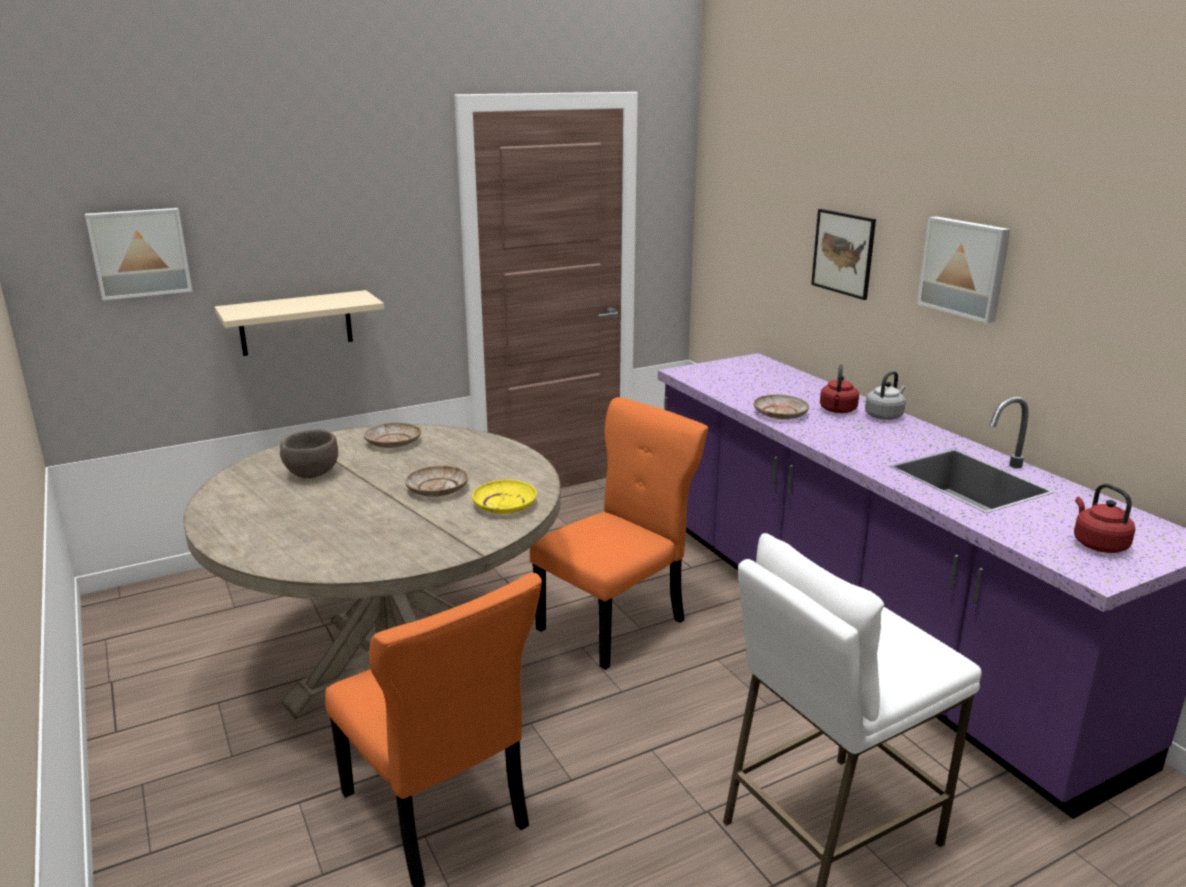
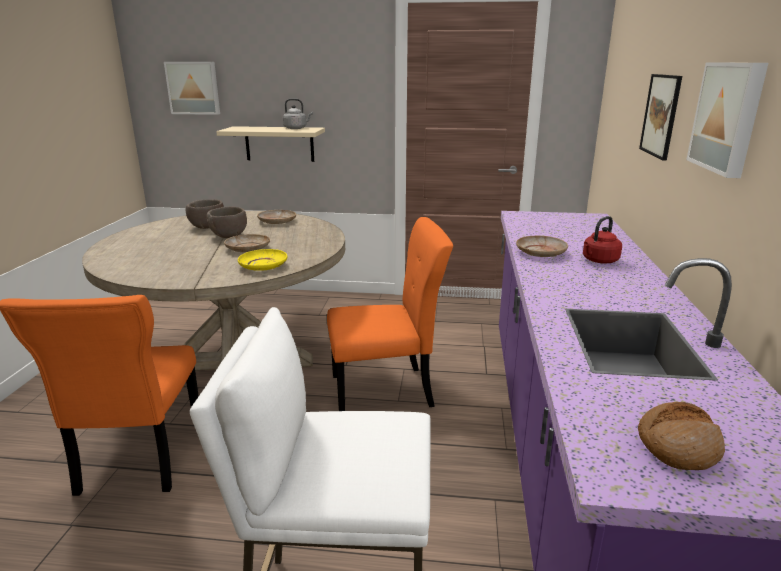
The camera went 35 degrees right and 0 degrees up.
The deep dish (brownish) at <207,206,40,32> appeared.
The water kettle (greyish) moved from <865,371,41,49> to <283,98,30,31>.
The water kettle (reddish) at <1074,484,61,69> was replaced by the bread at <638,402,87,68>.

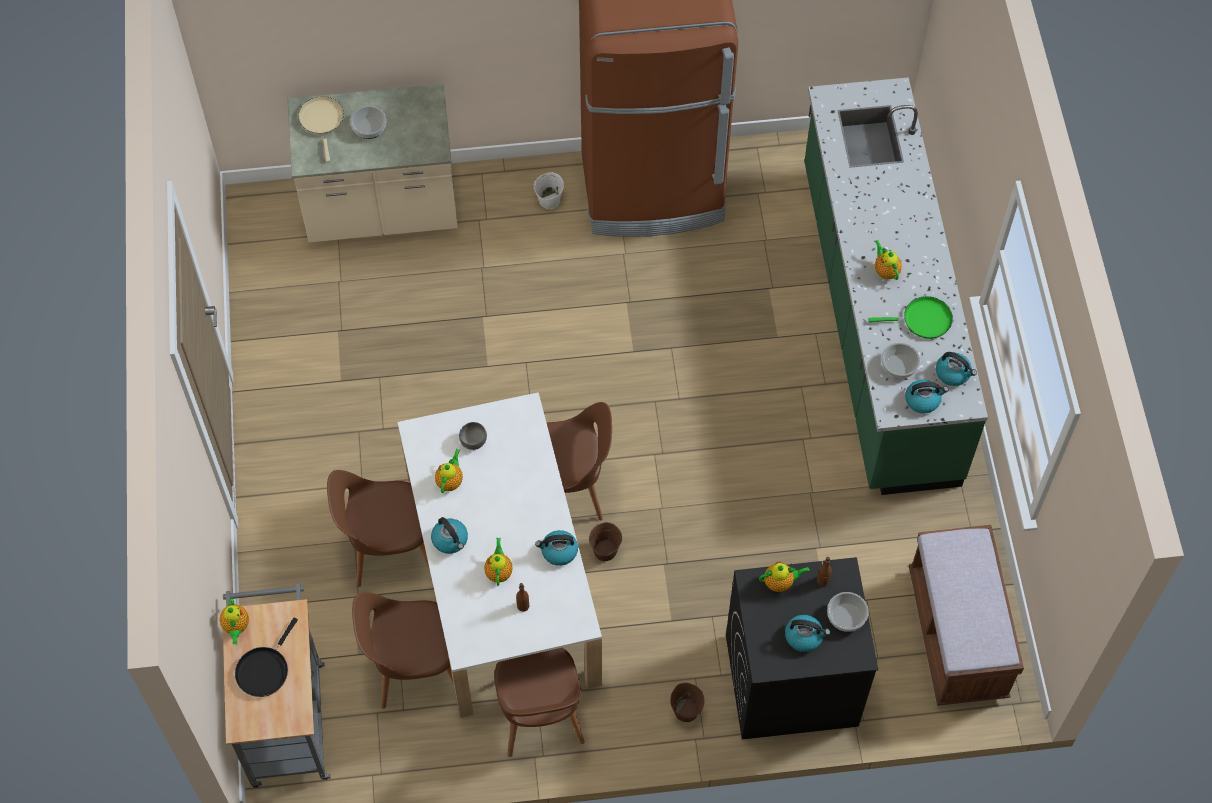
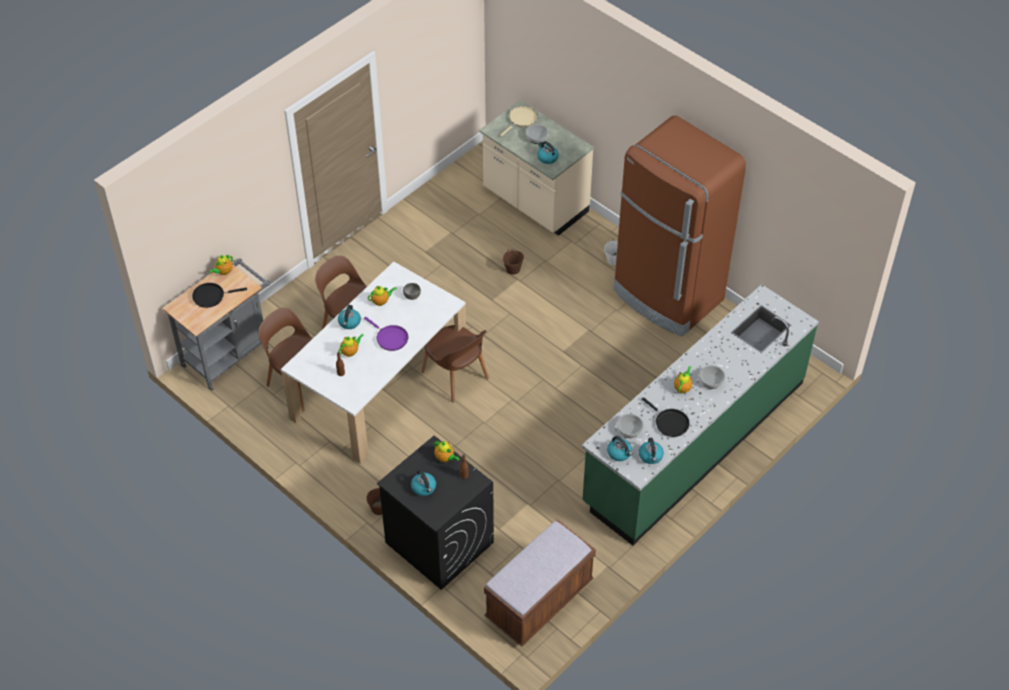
The camera went 50 degrees right and 10 degrees down.
The plain chair (brownish) at <494,648,91,109> disappeared.
The skillet (purple-coloured) at <364,317,44,34> appeared.
The water kettle moved from <535,530,43,36> to <537,141,22,23>.
The pail (brownish) moved from <589,522,33,39> to <503,249,21,26>.
The deep dish moved from <827,592,42,40> to <700,365,25,24>.
The skillet (green) at <868,296,85,43> became the skillet (black-coloured) at <642,397,48,40>.

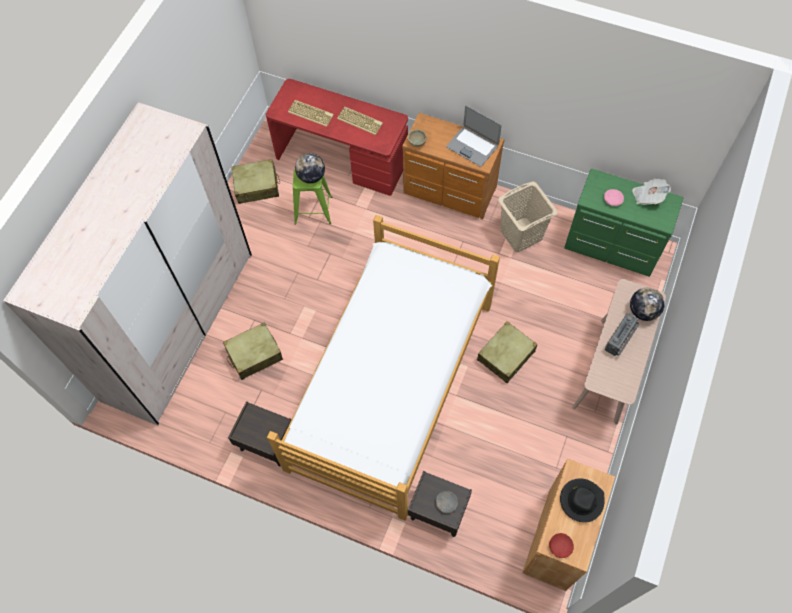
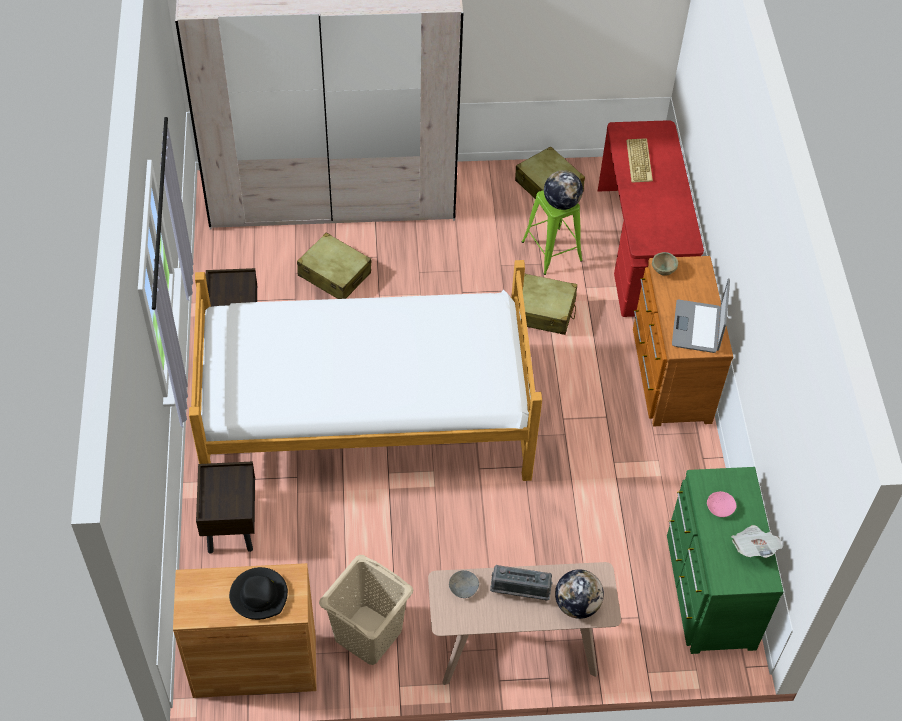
The camera went 60 degrees right and 10 degrees down.
The keyboard at <337,107,46,28> disappeared.
The deep dish (reddish) at <549,533,25,25> disappeared.
The deep dish (greyish) moved from <436,491,22,22> to <449,570,30,28>.
The travel case (beige) moved from <477,321,61,62> to <523,273,54,62>.
The laundry basket (beige) moved from <498,182,60,70> to <319,555,95,110>.

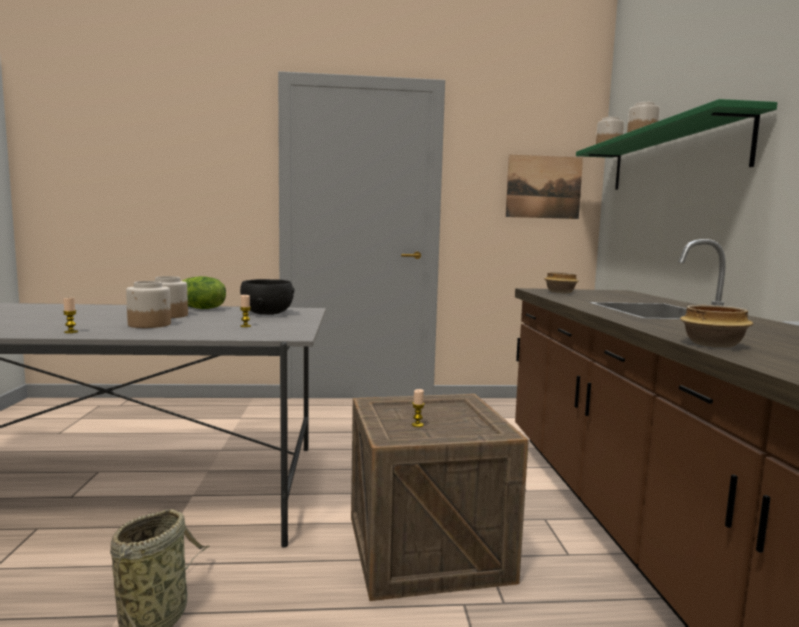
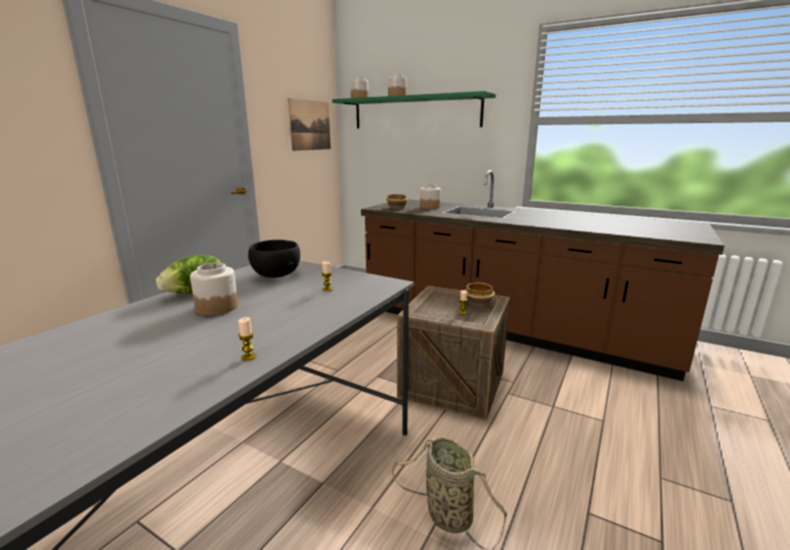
The camera went 55 degrees left and 10 degrees up.
The jar moved from <126,281,45,47> to <420,185,20,24>.
The deep dish moved from <680,305,74,43> to <465,283,30,23>.

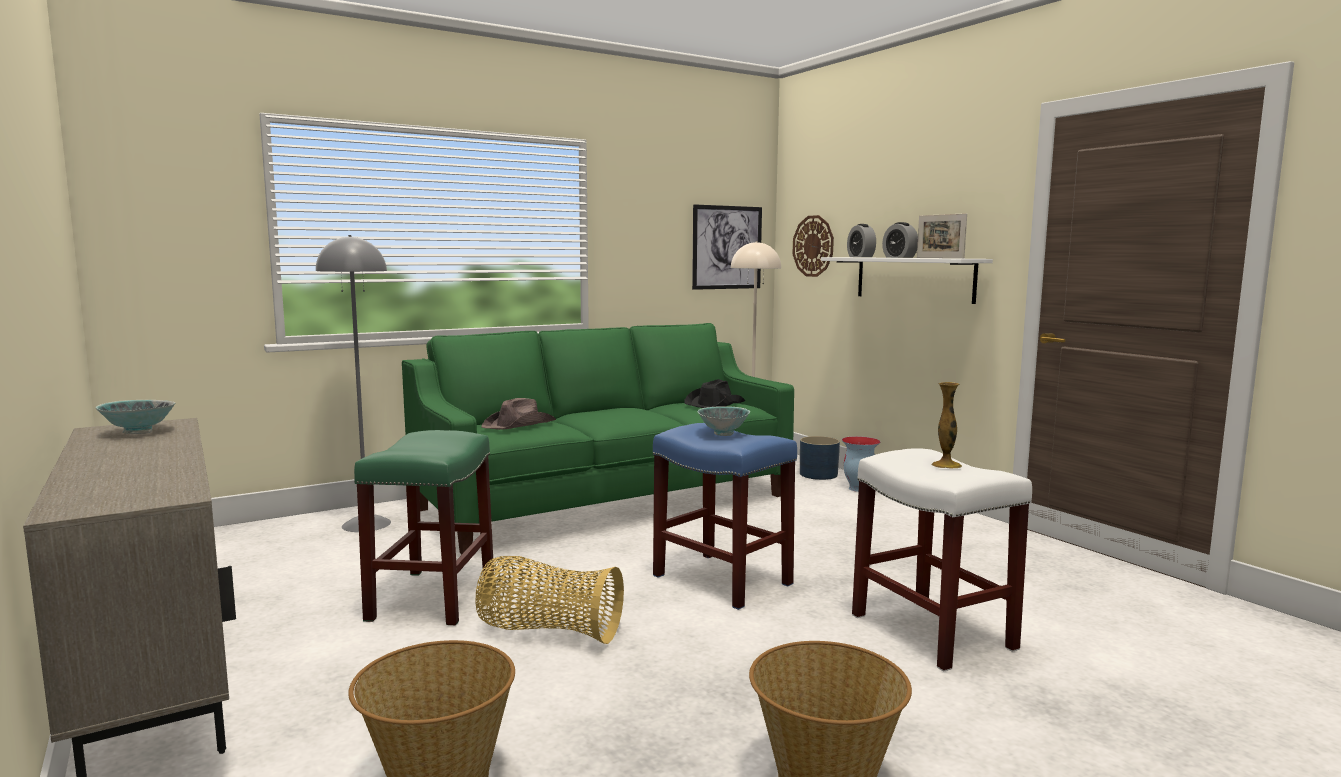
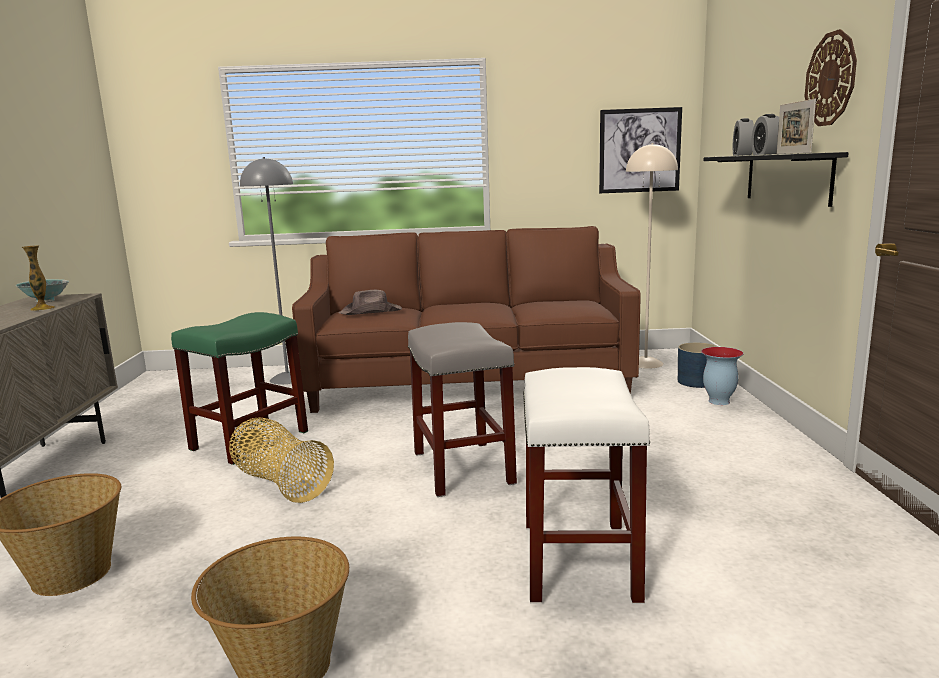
The camera went 30 degrees right and 5 degrees up.
The wearable hat (black-coloured) at <684,379,61,29> disappeared.
The deep dish at <697,406,53,30> disappeared.
The hanging clock moved from <793,215,41,62> to <805,29,52,97>.
The vase moved from <931,382,31,87> to <22,245,33,66>.
The couch (green) at <402,323,392,232> became the couch (brownish) at <292,226,349,187>.
The stool (blue-coloured) at <653,423,144,187> became the stool (greyish) at <408,322,109,175>.
The bracket shelf (white-coloured) at <821,257,172,47> became the bracket shelf (black-coloured) at <704,152,145,55>.

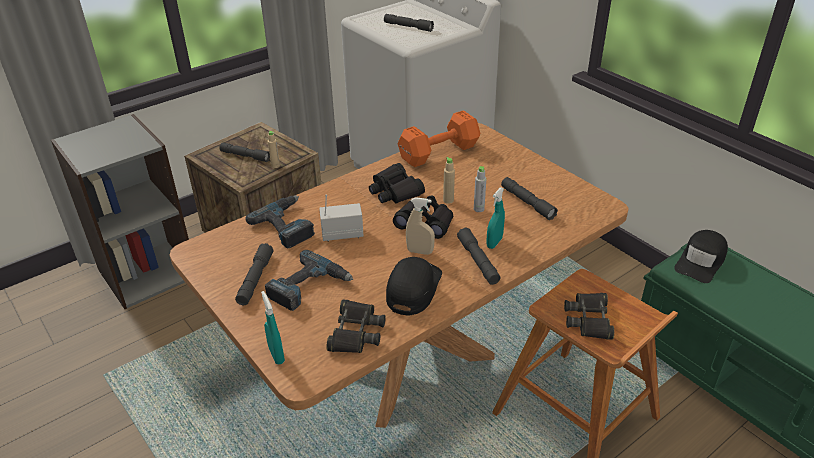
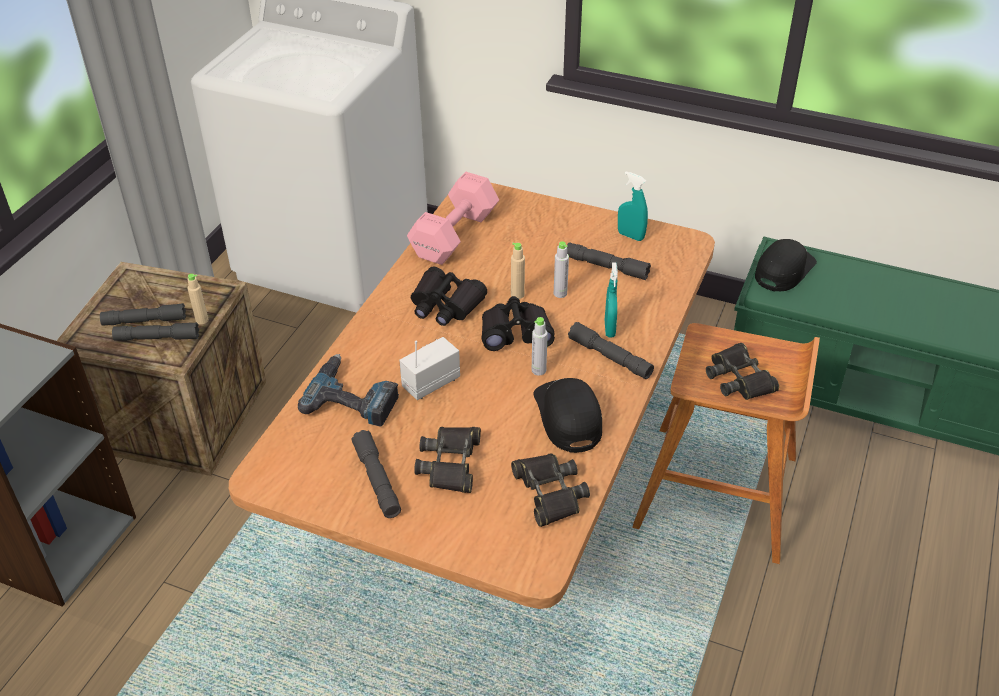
The camera went 30 degrees left and 5 degrees up.
The hand sprayer (turquoise) moved from <261,291,24,74> to <618,171,30,70>.
The flashlight (greyish) moved from <384,14,50,18> to <112,322,87,19>.
The drill at <265,250,88,61> was replaced by the field glasses (black-coloured) at <414,427,67,66>.
The hand sprayer (beige) at <406,197,29,58> was replaced by the bottle (greyish) at <532,317,16,58>.
The free weight (orange) at <398,110,82,57> became the free weight (pink-coloured) at <407,172,92,93>.
The baseball cap (black-coloured) at <674,230,54,53> turned 150 degrees counterclockwise.

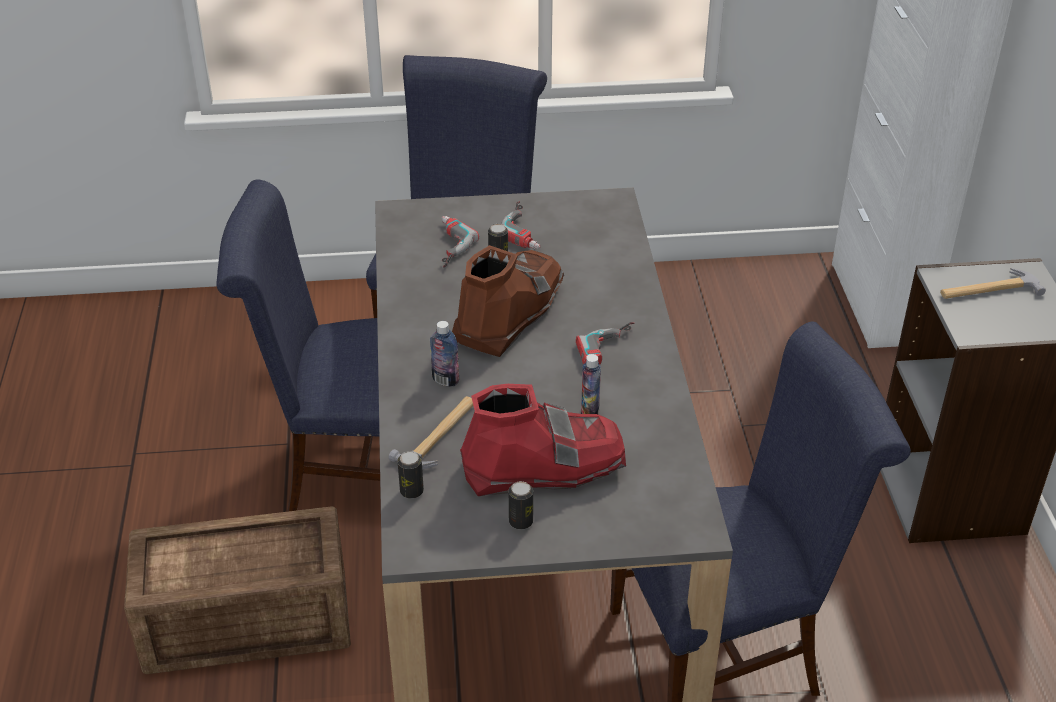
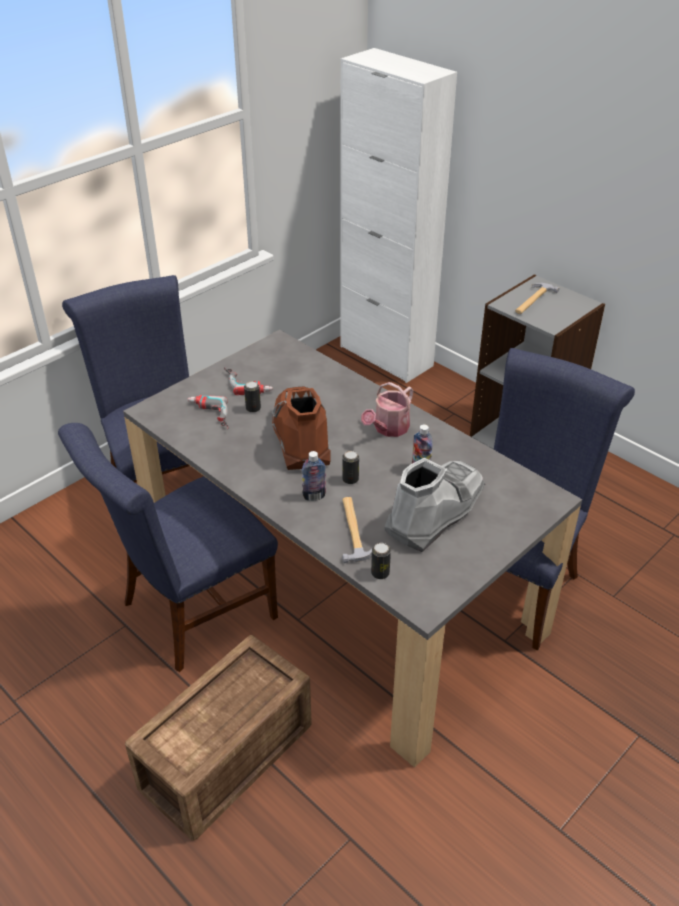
The camera went 40 degrees left and 0 degrees up.
The can moved from <509,481,24,49> to <342,451,17,33>.
The drill at <576,322,59,43> was replaced by the watering pot at <361,382,52,55>.
The boot (reddish) at <460,384,166,112> became the boot (greyish) at <384,458,101,94>.

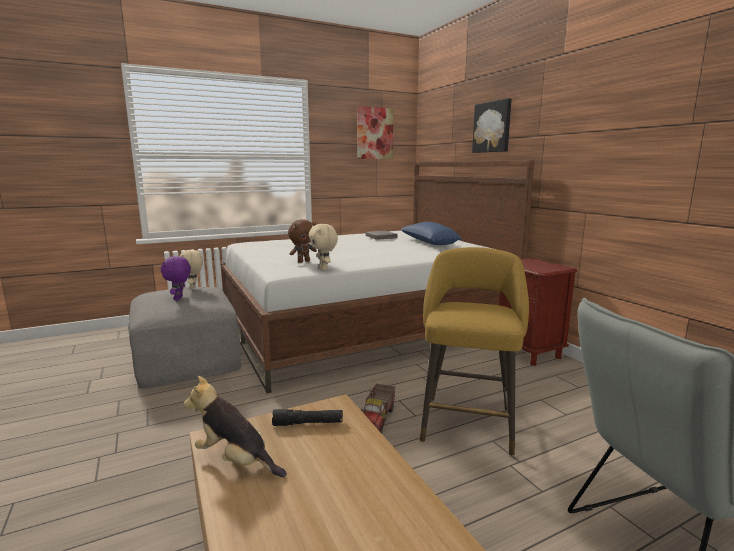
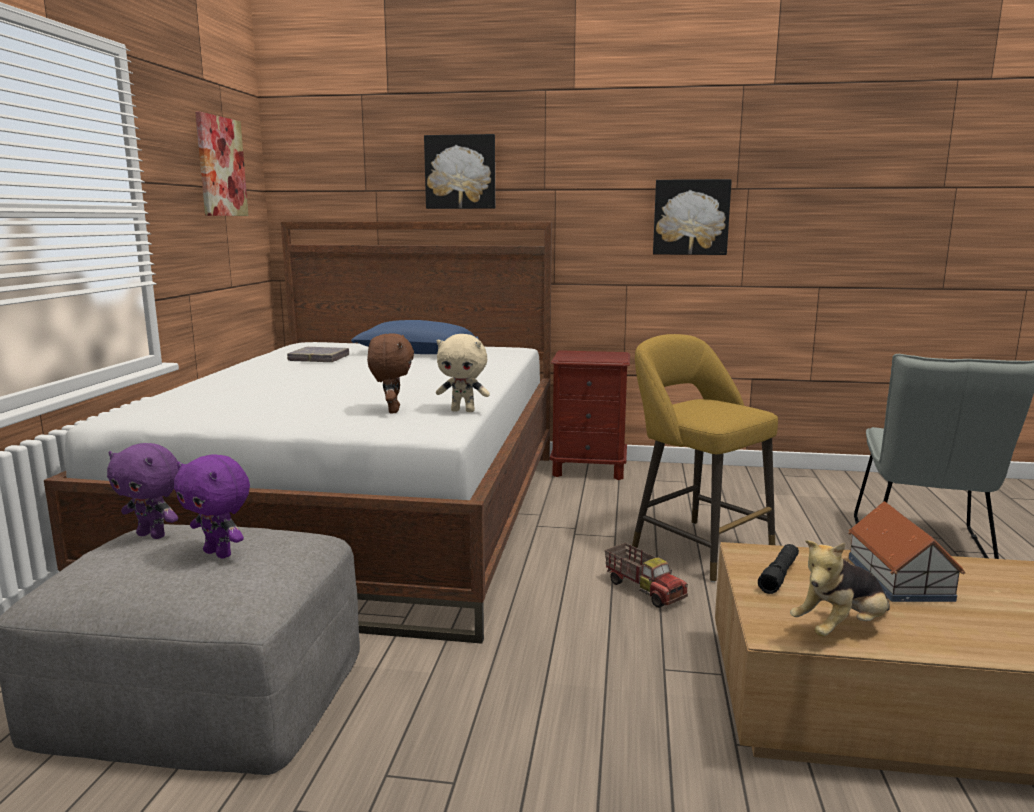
The camera went 55 degrees left and 0 degrees up.
The picture at <653,179,79,76> appeared.
The miniature house at <848,501,117,101> appeared.
The soft toy (beige) at <180,250,23,40> became the soft toy (purple-coloured) at <107,443,71,96>.

